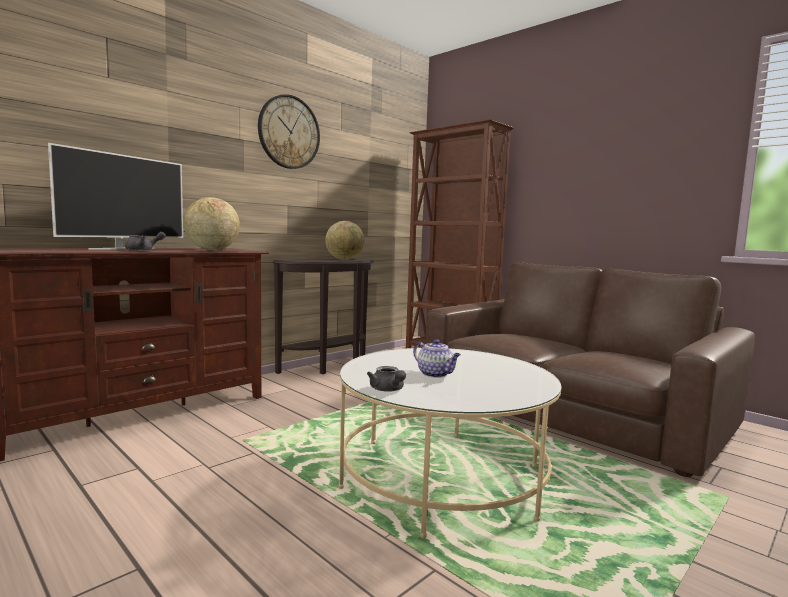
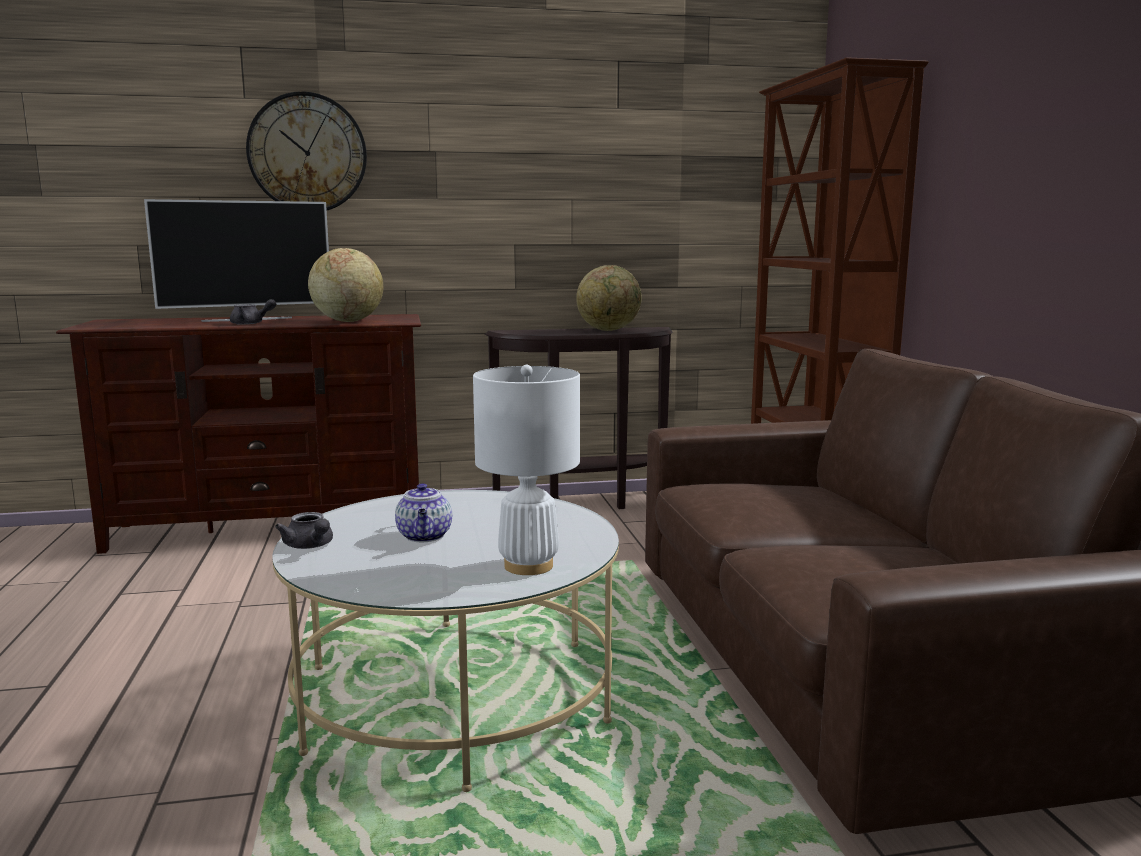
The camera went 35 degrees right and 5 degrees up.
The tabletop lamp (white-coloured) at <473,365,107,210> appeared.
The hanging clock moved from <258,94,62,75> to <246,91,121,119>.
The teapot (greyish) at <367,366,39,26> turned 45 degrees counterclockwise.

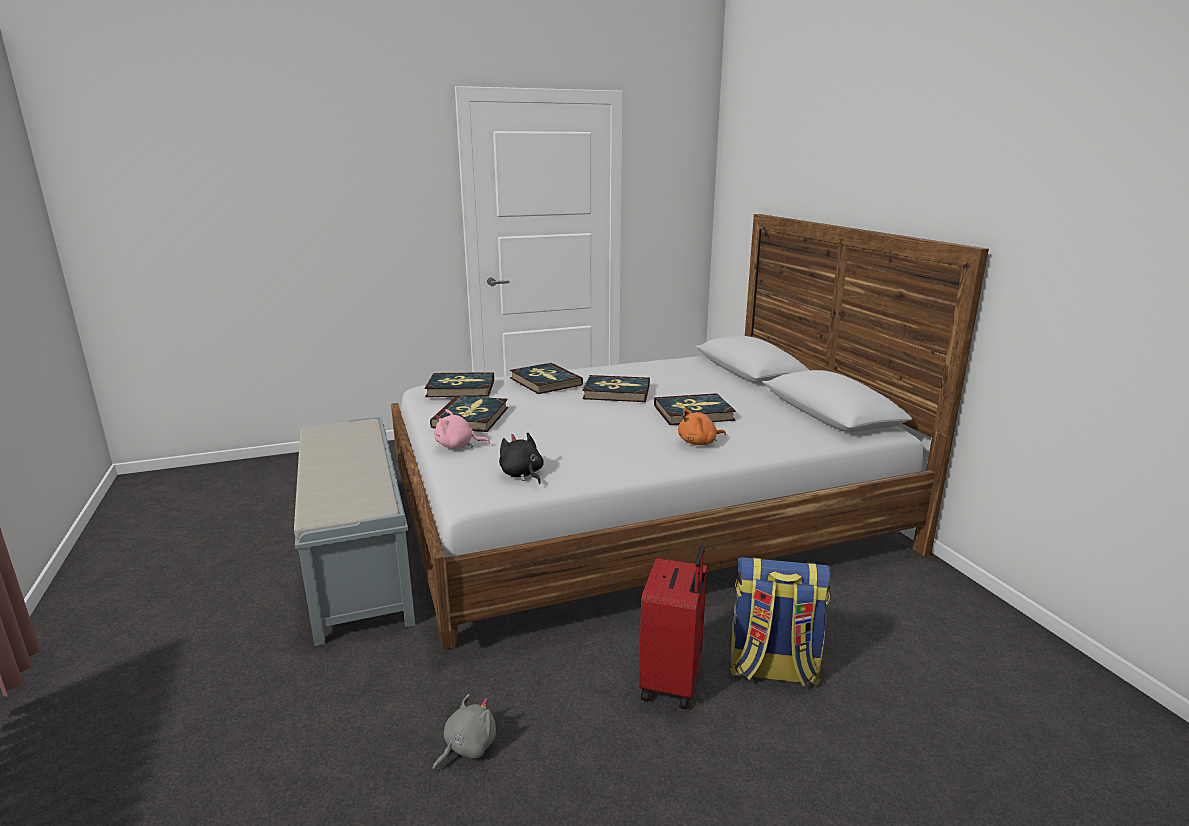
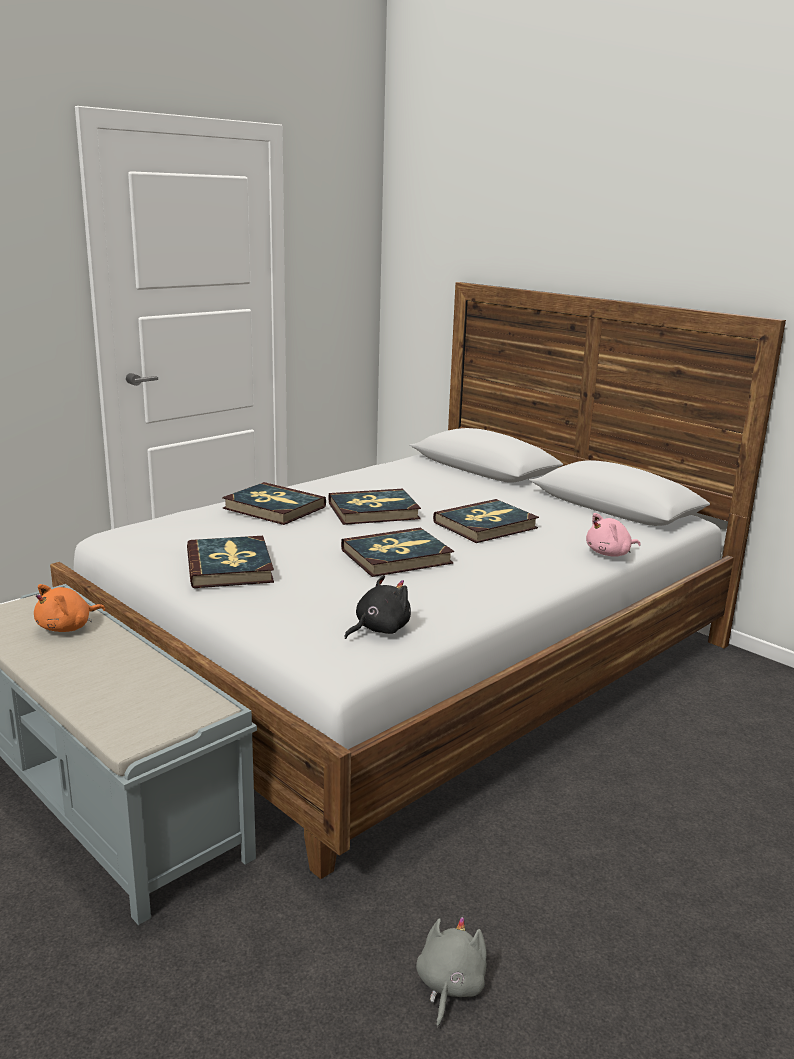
The camera went 25 degrees left and 0 degrees up.
The travel case (reddish) at <639,545,68,165> disappeared.
The backpack at <730,557,101,129> disappeared.
The book moved from <425,372,69,25> to <341,528,113,49>.
The soft toy (pink-coloured) moved from <434,409,56,40> to <586,513,55,44>.
The soft toy (orange) moved from <678,408,48,37> to <34,584,71,48>.
The soft toy (black-coloured) at <499,432,45,52> turned 105 degrees clockwise.

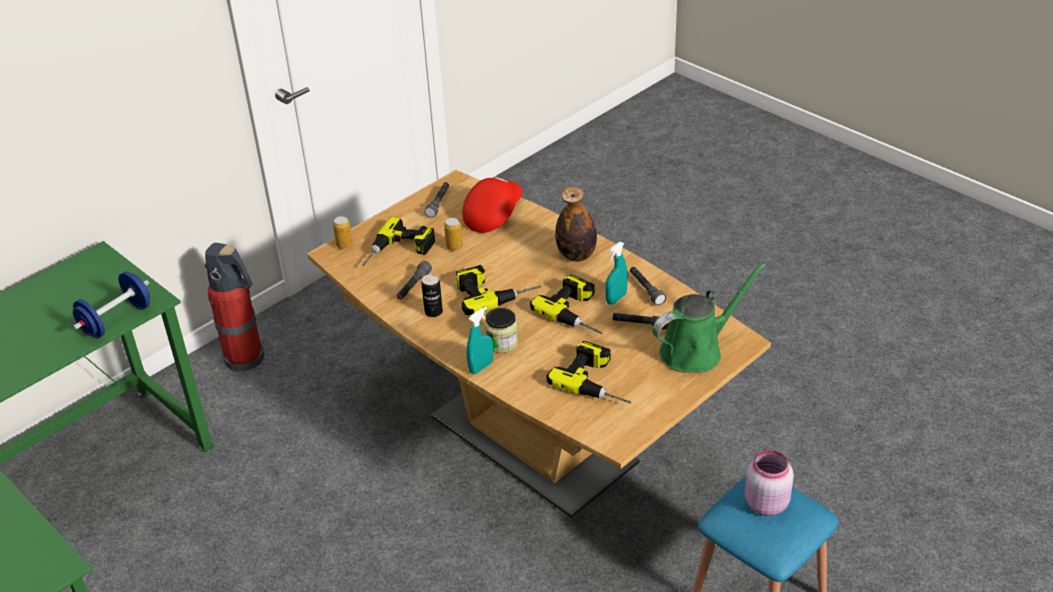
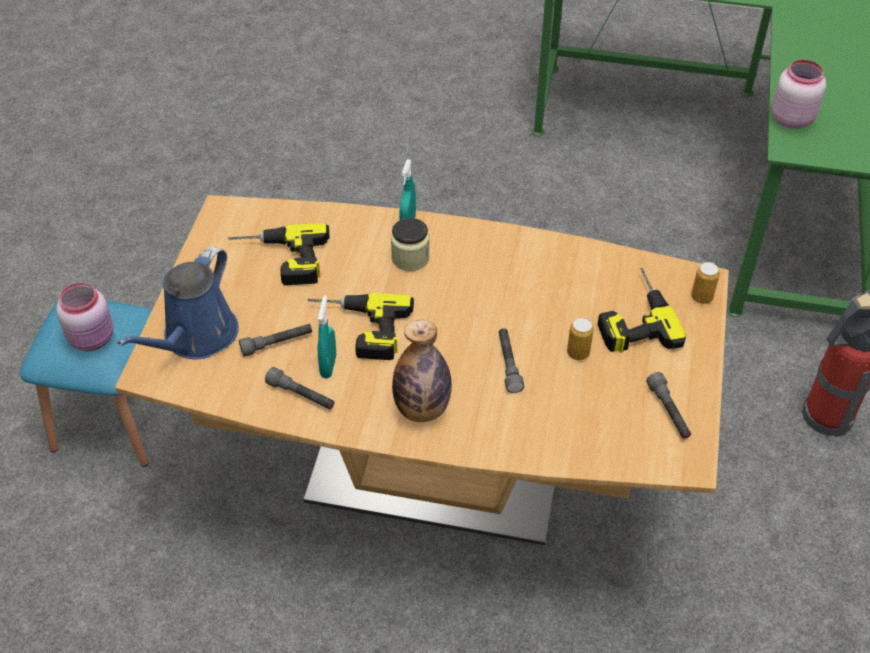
The camera went 145 degrees right and 10 degrees up.
The can at <421,274,22,43> disappeared.
The drill at <456,265,85,50> disappeared.
The baseball cap (reddish) at <462,176,60,57> disappeared.
The flashlight (greyish) moved from <396,261,36,39> to <499,328,25,65>.
The free weight (blue-coloured) at <73,271,77,67> was replaced by the jar (pink-coloured) at <772,60,54,69>.
The watering pot (green) at <652,263,114,110> became the watering pot (blue-coloured) at <118,246,121,113>.

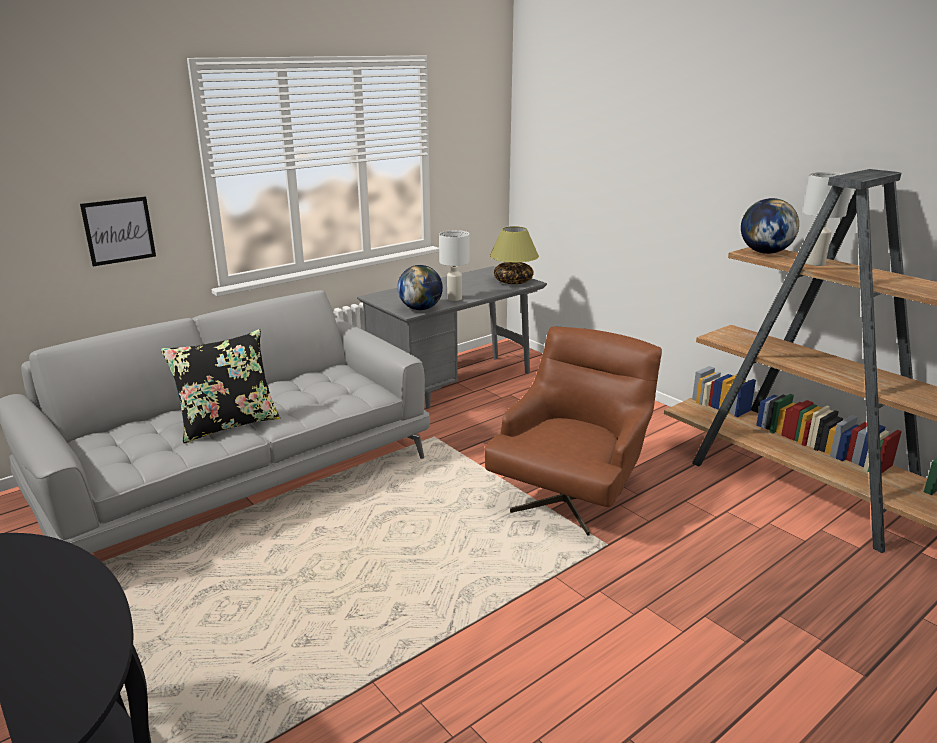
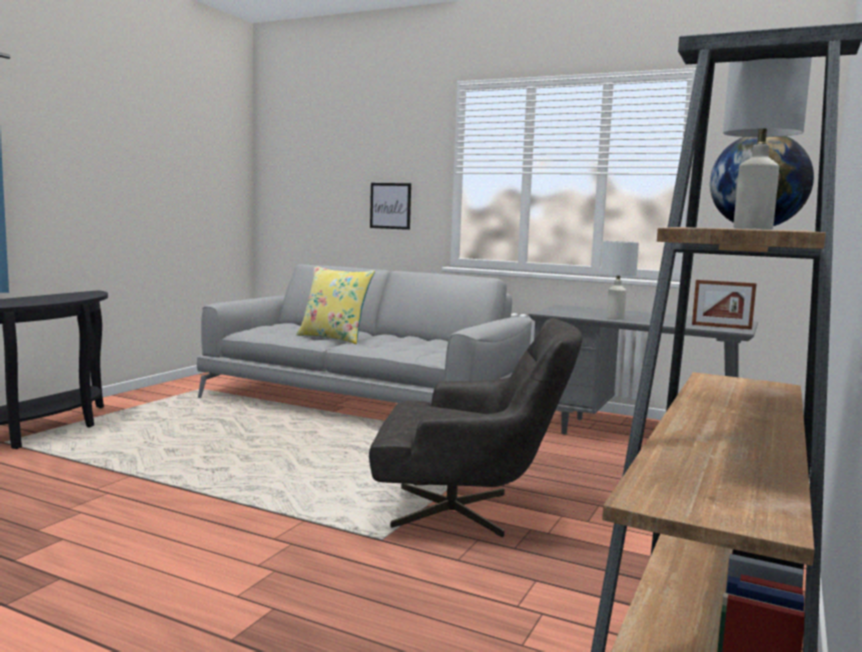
The camera went 65 degrees right and 15 degrees down.
The desk globe at <397,265,46,45> disappeared.
The tabletop lamp at <489,226,50,58> was replaced by the photo frame at <692,280,65,50>.
The throw pillow (black-coloured) at <161,329,119,115> became the throw pillow (yellow) at <296,266,79,78>.
The lounge chair (brownish) at <485,326,177,210> became the lounge chair (greyish) at <369,318,214,219>.

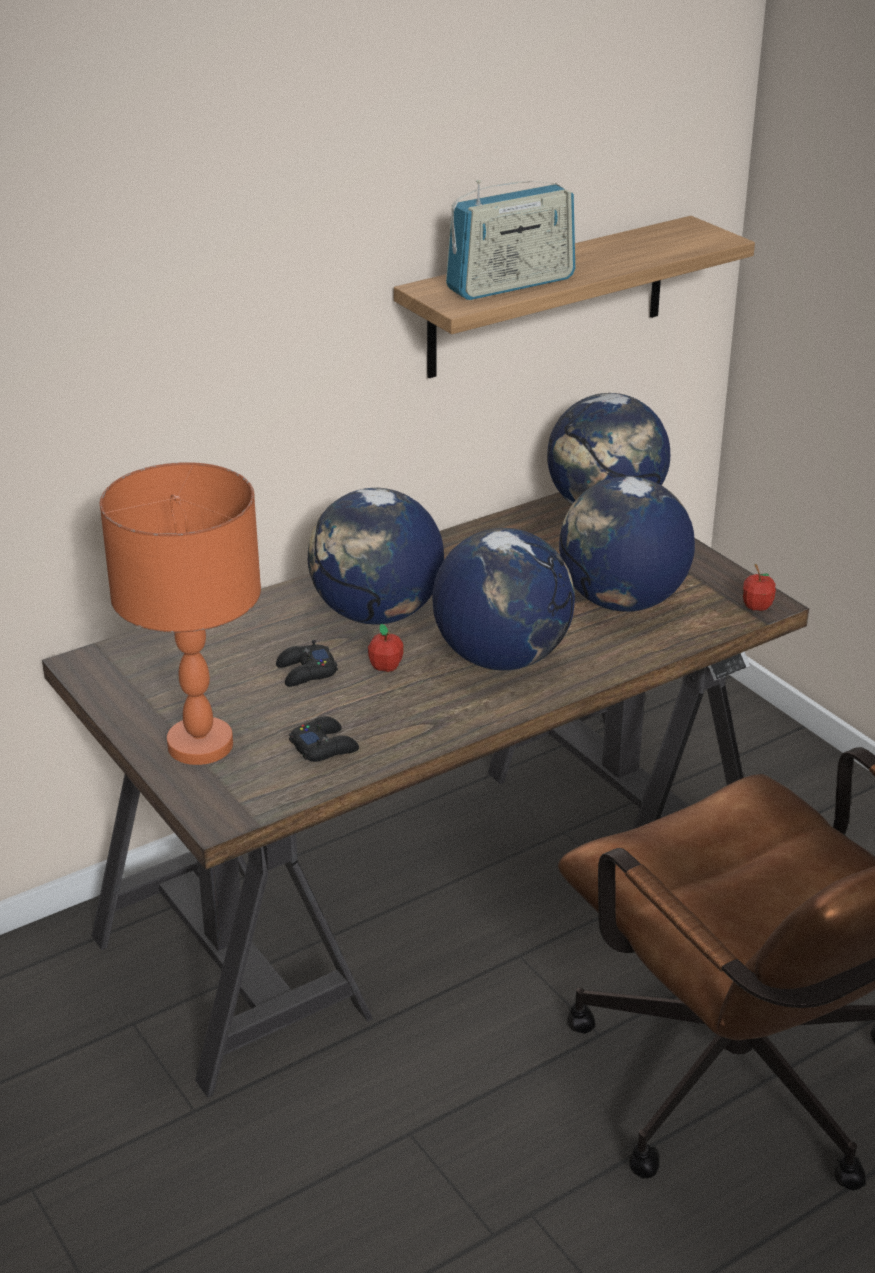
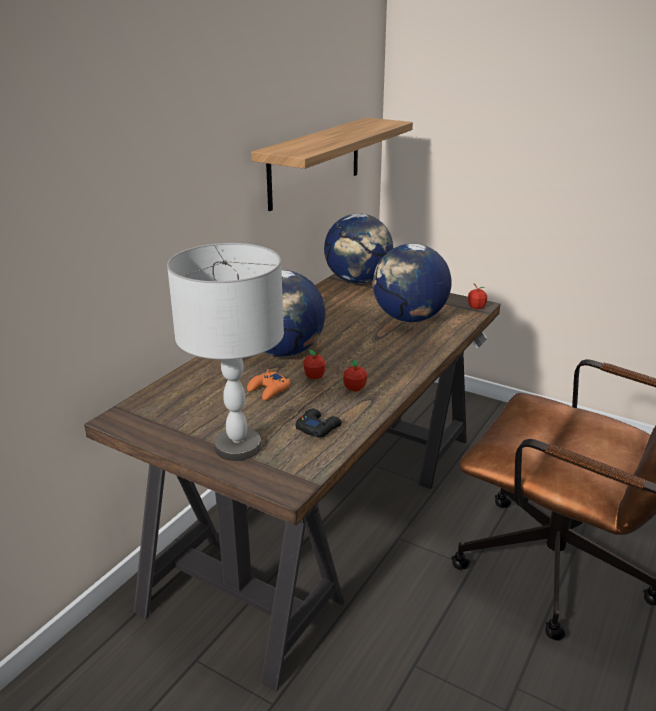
The camera went 25 degrees left and 5 degrees down.
The desk globe at <432,528,143,142> disappeared.
The radio at <446,180,129,120> disappeared.
The apple at <343,360,24,32> appeared.
The tabletop lamp (orange) at <100,462,161,303> became the tabletop lamp (greyish) at <167,243,117,218>.
The game controller (black-coloured) at <276,640,62,47> became the game controller (orange) at <247,369,43,31>.

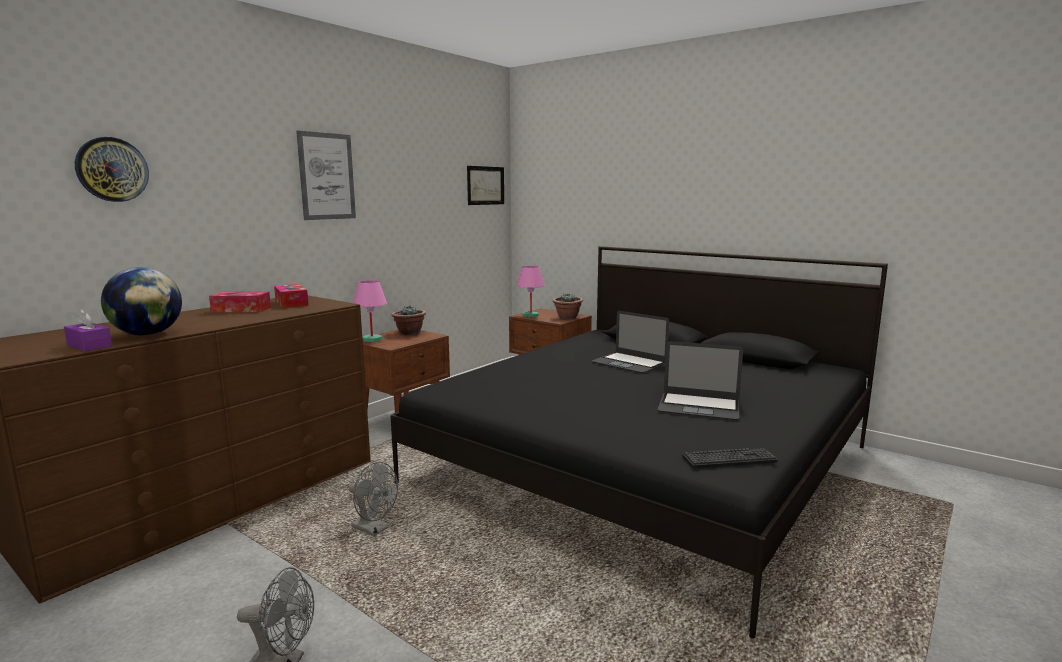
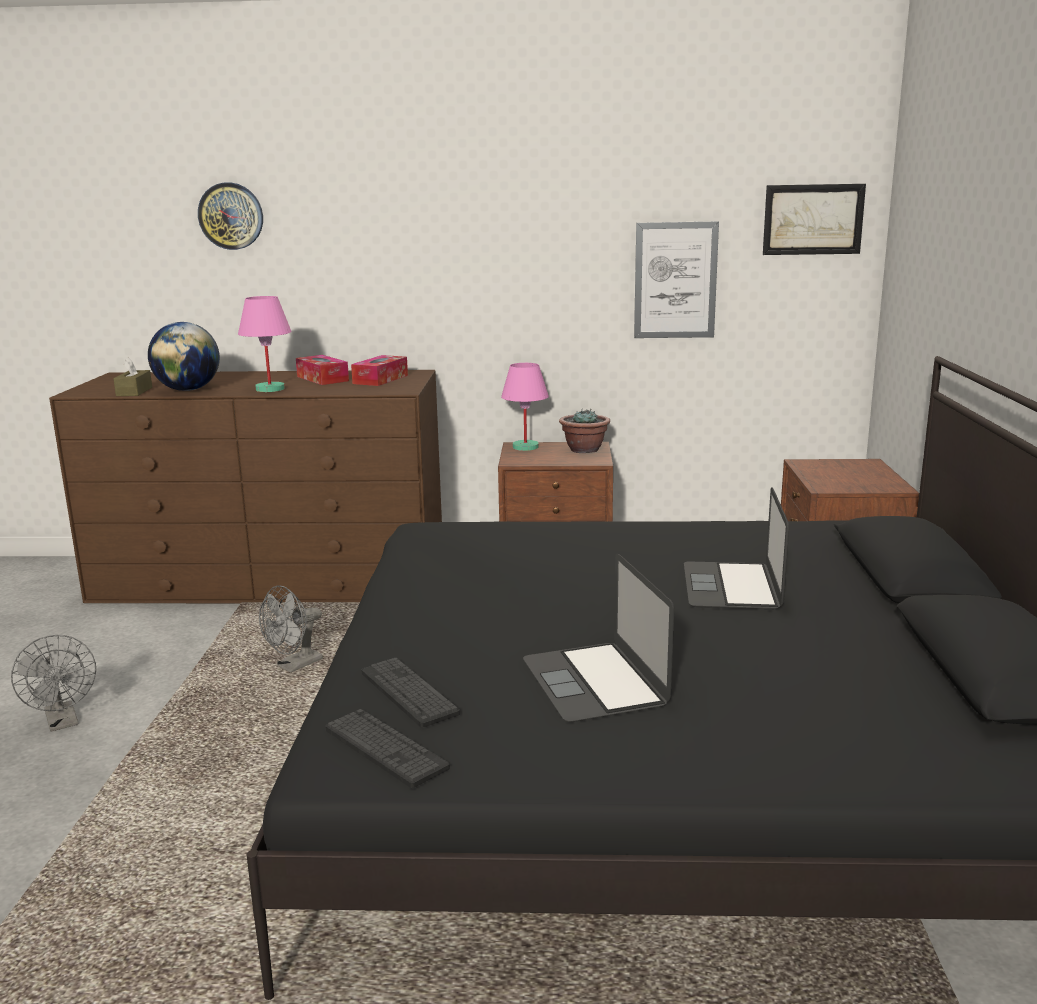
The camera went 55 degrees right and 5 degrees up.
The houseplant at <553,294,30,25> disappeared.
The keyboard at <361,658,99,70> appeared.
The picture moved from <296,131,60,89> to <634,221,85,117>.
The tabletop lamp (pink-coloured) moved from <517,266,28,51> to <238,296,53,96>.
The box of tissues (purple-coloured) at <64,309,48,42> became the box of tissues (brownish) at <113,357,39,39>.
The electric fan (greyish) at <349,462,49,74> turned 45 degrees clockwise.

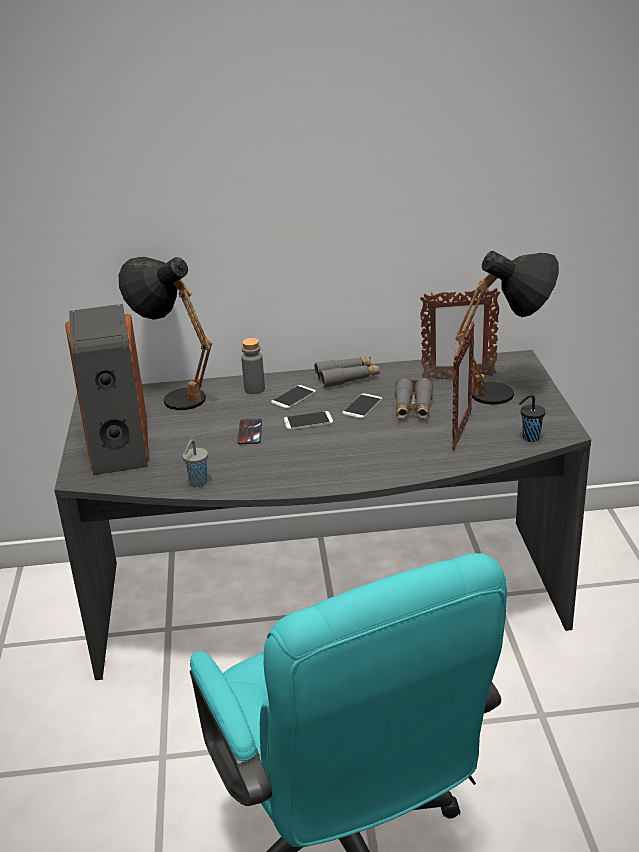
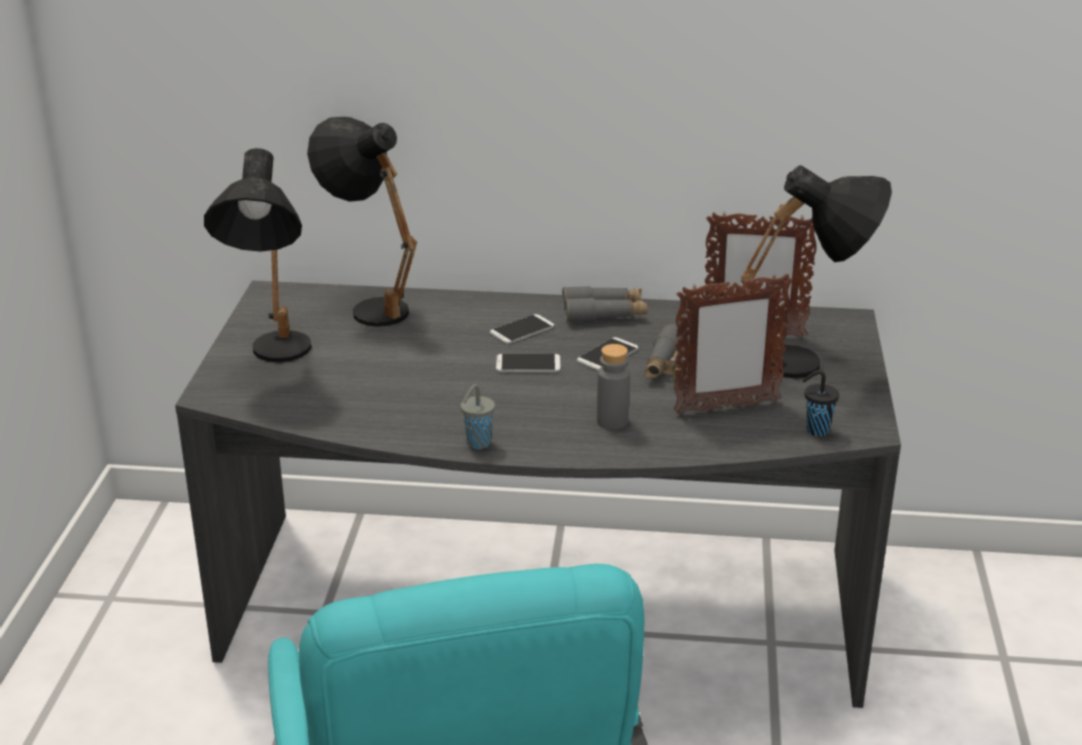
The camera went 10 degrees right and 0 degrees up.
The phone at <238,418,24,26> disappeared.
The small cup (greyish) moved from <182,439,26,48> to <461,384,34,65>.
The bottle (greyish) moved from <241,338,24,56> to <597,344,33,86>.
The loudspeaker at <65,304,84,171> was replaced by the tabletop lamp (black-coloured) at <204,148,108,214>.
The photo frame at <452,322,22,128> turned 45 degrees clockwise.

